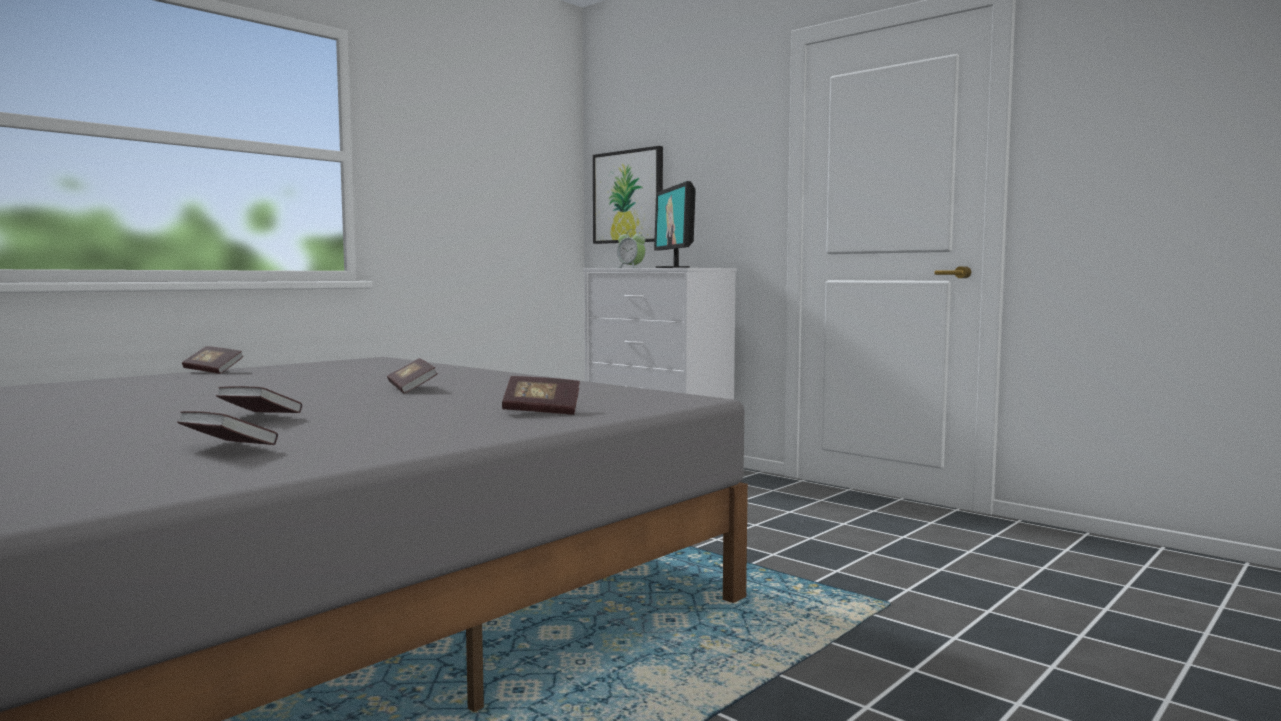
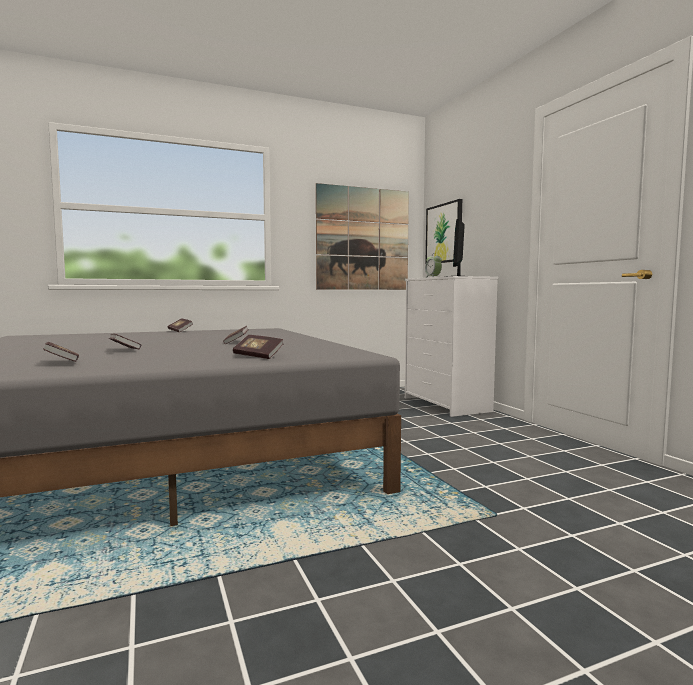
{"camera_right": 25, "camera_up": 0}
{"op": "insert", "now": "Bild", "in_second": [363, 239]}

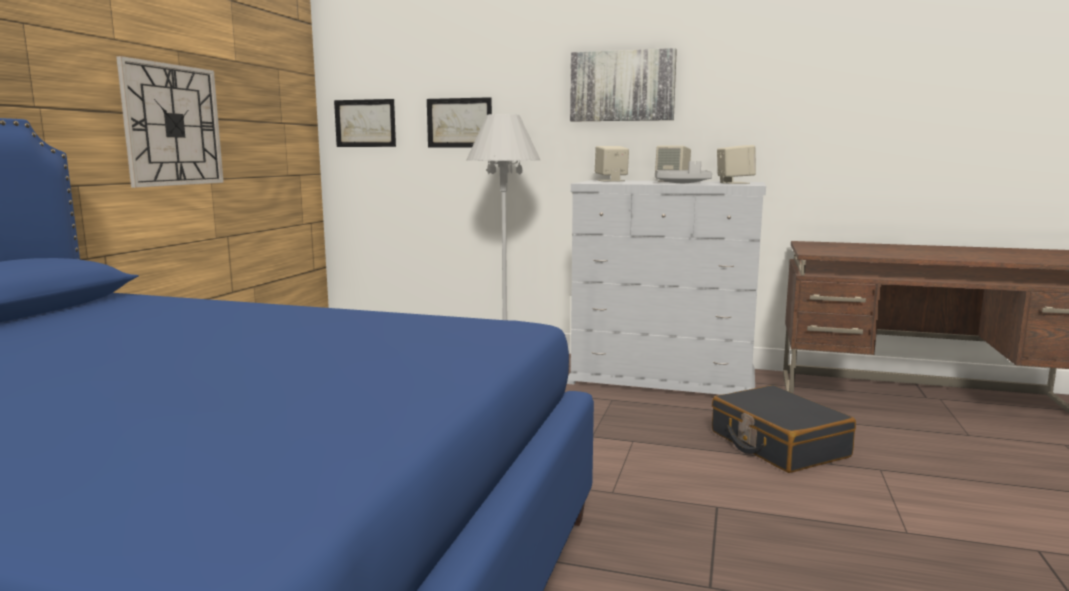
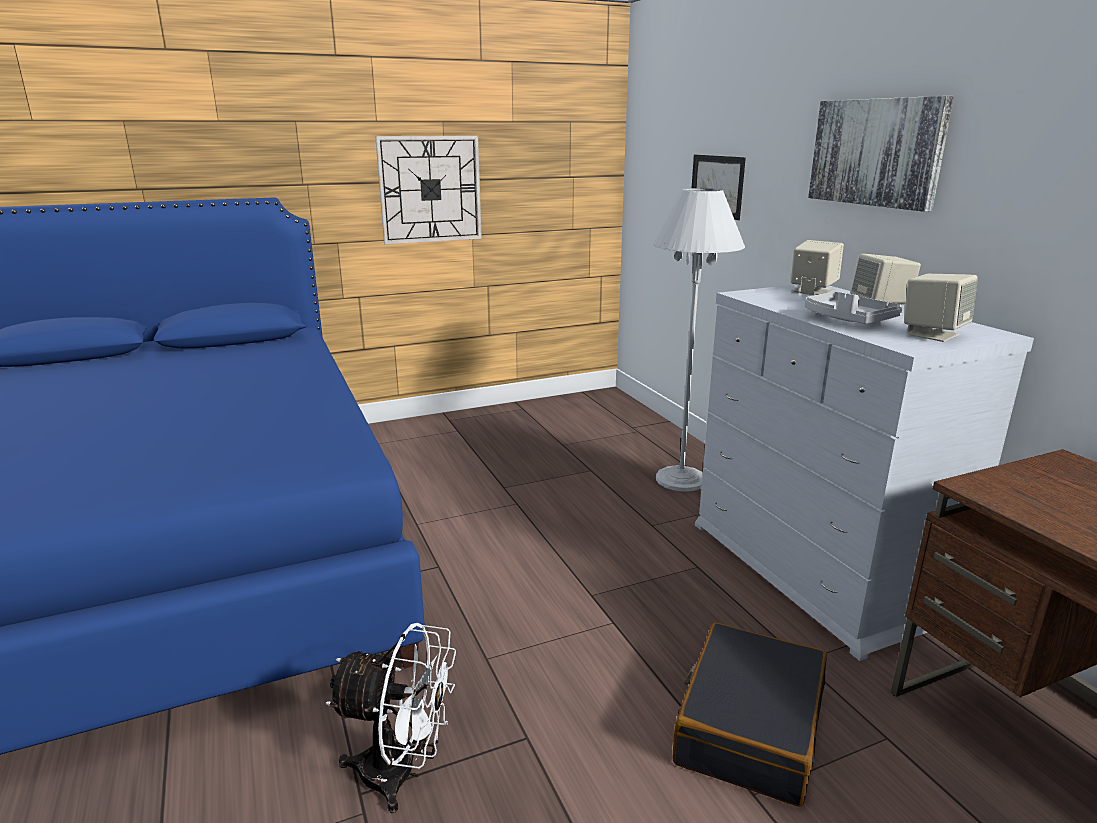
{"camera_right": 50, "camera_up": 10}
{"op": "insert", "now": "Ventilator (weiß)", "in_second": [402, 774]}
{"op": "delete", "was": "Bild", "in_first": [365, 123]}

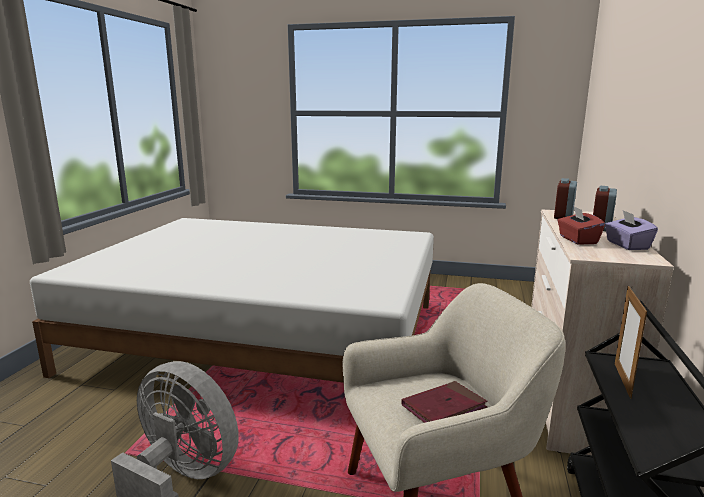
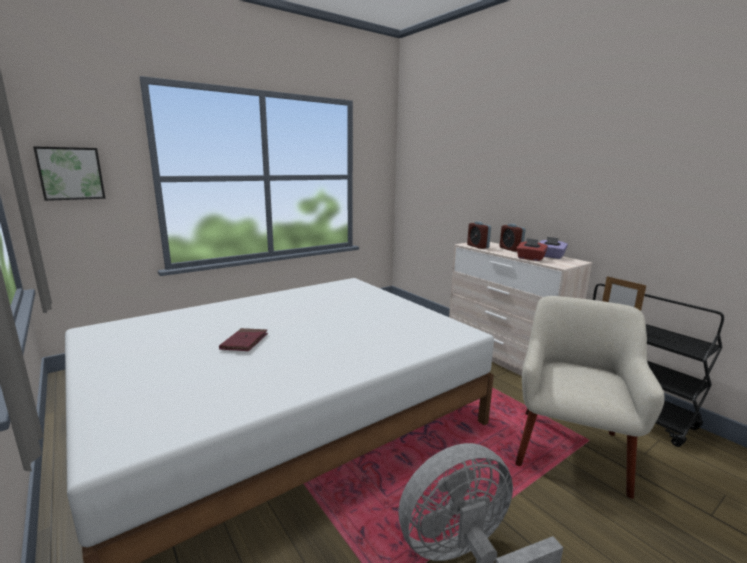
{"camera_right": -50, "camera_up": 0}
{"op": "insert", "now": "Bild", "in_second": [71, 173]}
{"op": "move", "was": "Buch (rot)", "in_first": [444, 407], "in_second": [244, 342]}

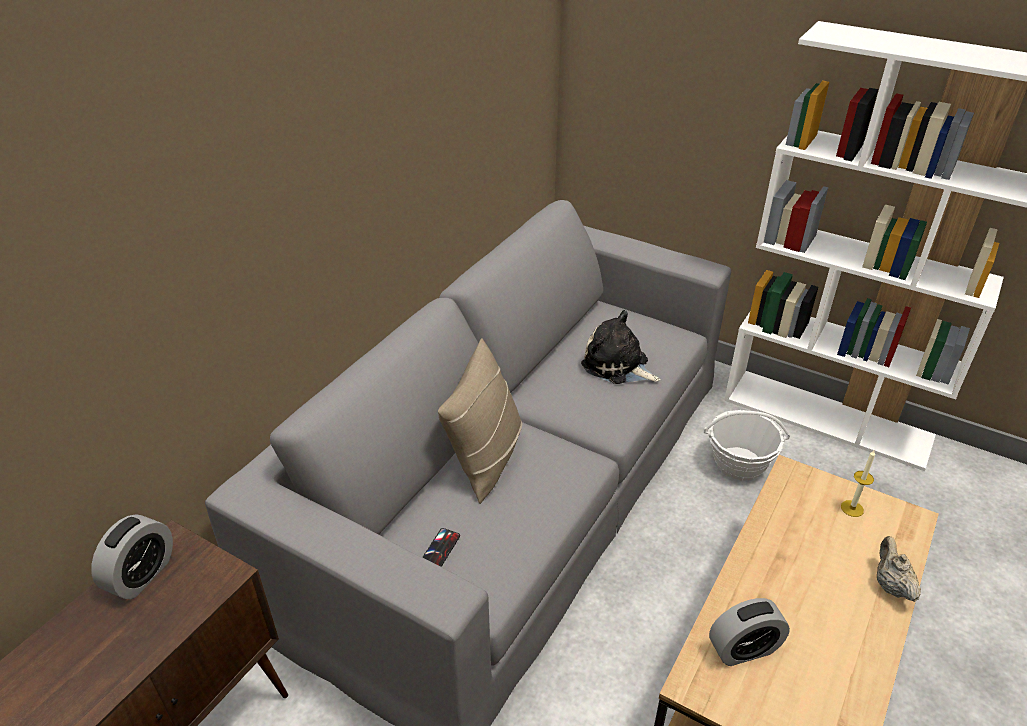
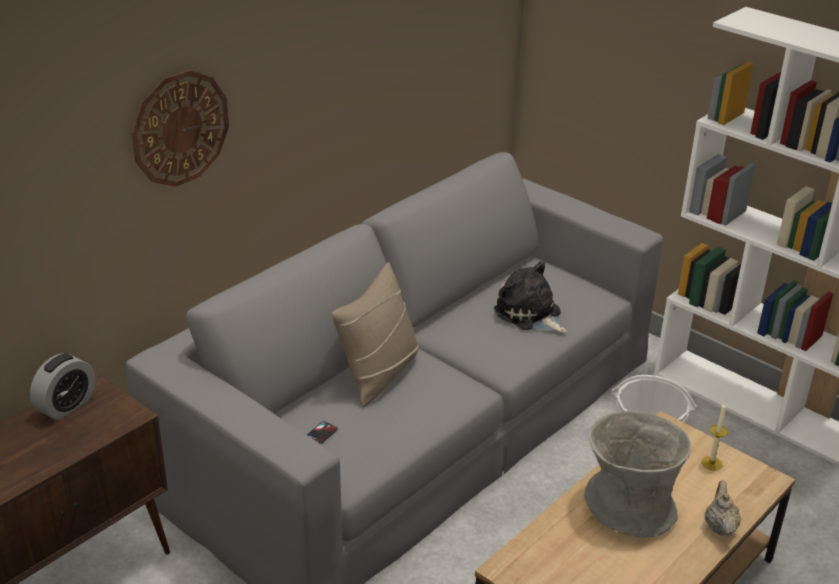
{"camera_right": 10, "camera_up": -5}
{"op": "insert", "now": "Wanduhr", "in_second": [180, 128]}
{"op": "insert", "now": "Vase (grau)", "in_second": [629, 506]}
{"op": "delete", "was": "Wecker", "in_first": [744, 649]}

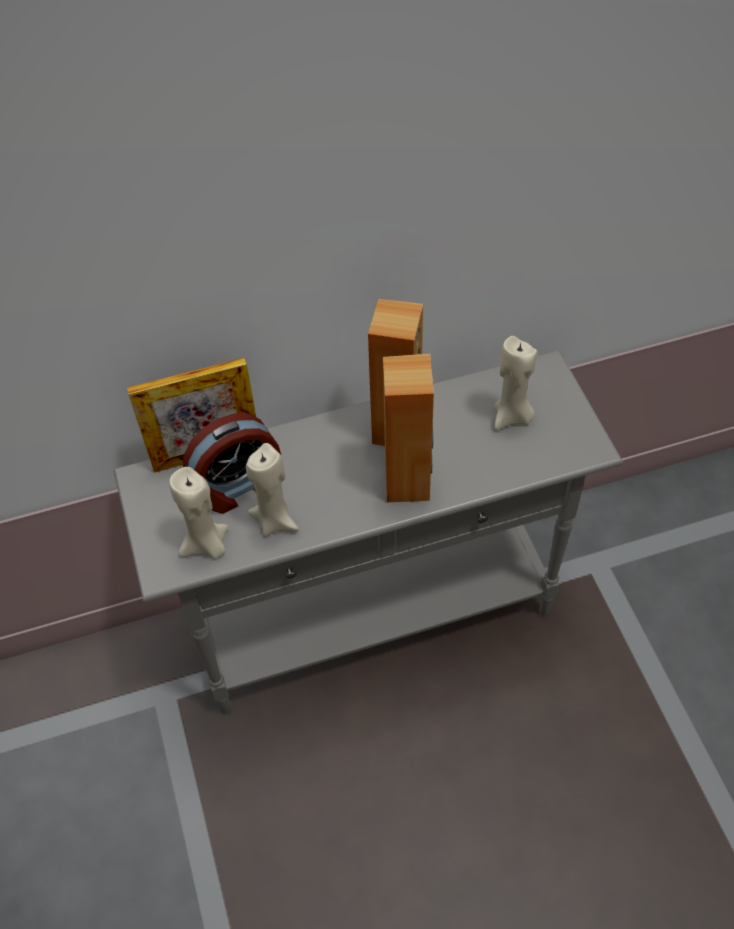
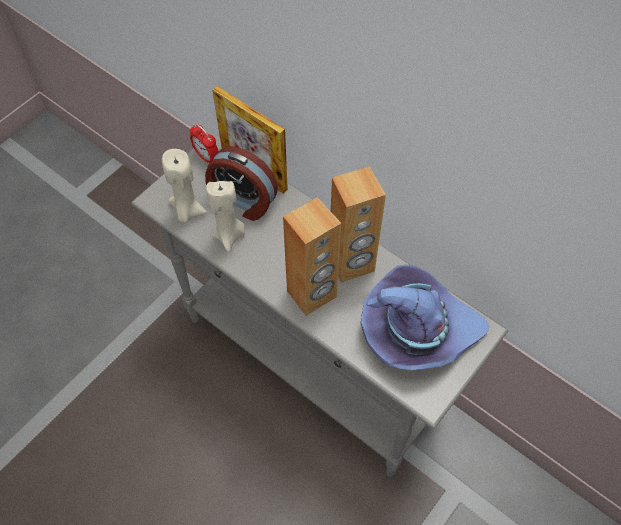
{"camera_right": 55, "camera_up": 5}
{"op": "insert", "now": "Wecker", "in_second": [206, 157]}
{"op": "replace", "was": "Kerze (beige)", "now": "Hut (lila)", "in_first": [512, 417], "in_second": [417, 330]}

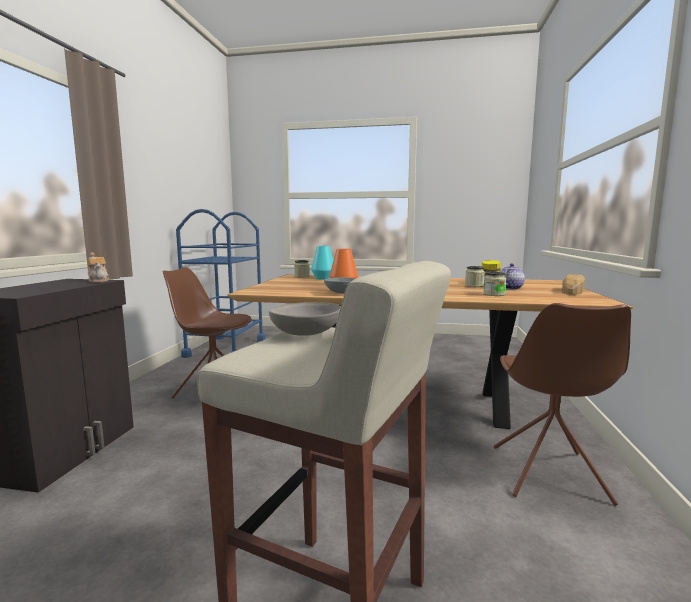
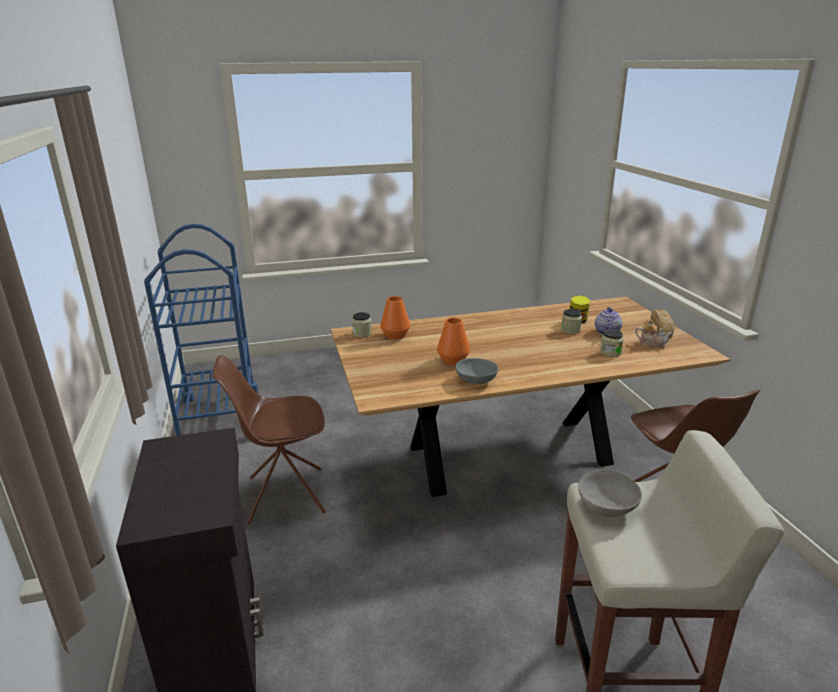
{"camera_right": -25, "camera_up": 15}
{"op": "recolor", "was": "Vase (türkis)", "now": "Vase (orange)", "in_first": [323, 278], "in_second": [395, 336]}
{"op": "move", "was": "Teekanne", "in_first": [99, 281], "in_second": [651, 343]}

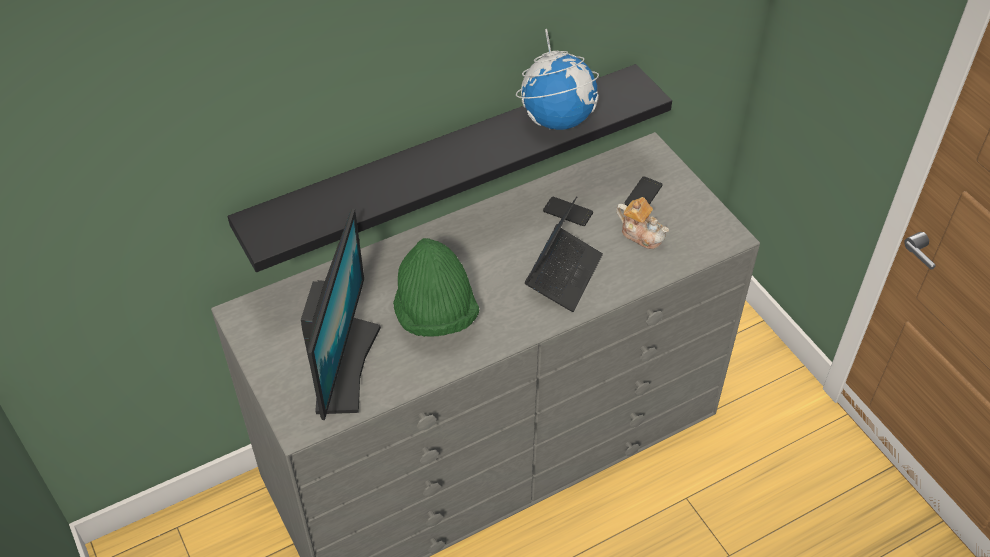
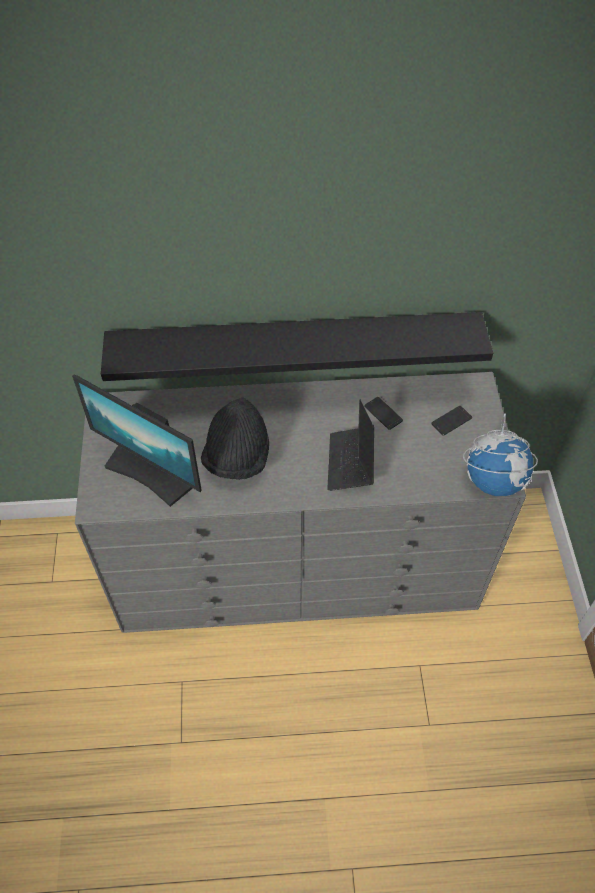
{"camera_right": 25, "camera_up": 5}
{"op": "rotate", "was": "Monitor", "in_first": [343, 366], "in_second": [150, 472], "clockwise": 90}
{"op": "recolor", "was": "Hut (grün)", "now": "Hut (schwarz)", "in_first": [435, 314], "in_second": [237, 457]}
{"op": "rotate", "was": "Laptop", "in_first": [563, 274], "in_second": [350, 463], "clockwise": 135}
{"op": "move", "was": "Globus", "in_first": [557, 119], "in_second": [494, 480]}
{"op": "delete", "was": "Teekanne", "in_first": [641, 234]}

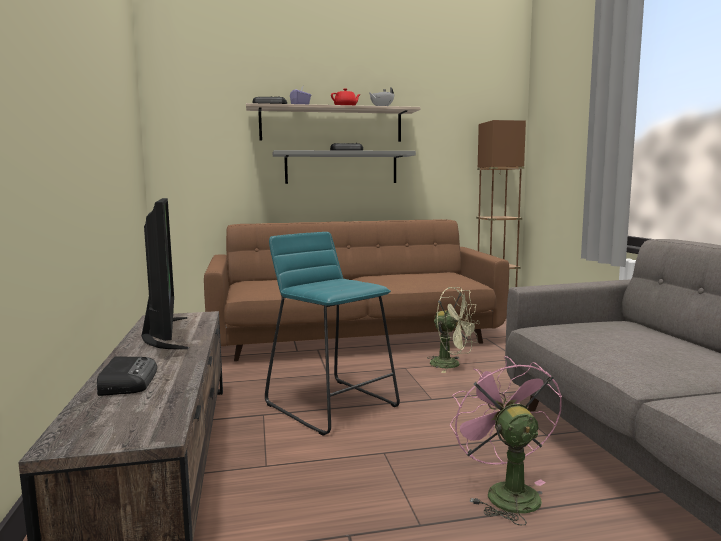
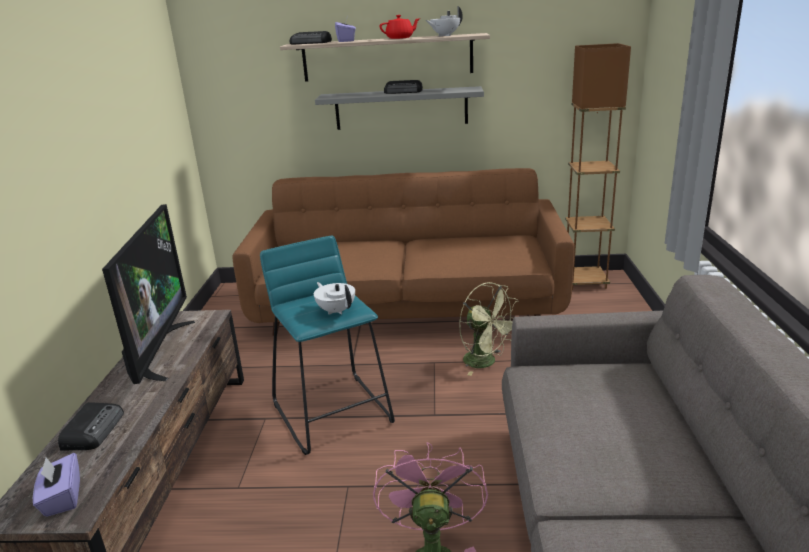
{"camera_right": 15, "camera_up": 15}
{"op": "insert", "now": "Taschentuchbox (lila)", "in_second": [62, 498]}
{"op": "insert", "now": "Teekanne (weiß)", "in_second": [336, 310]}

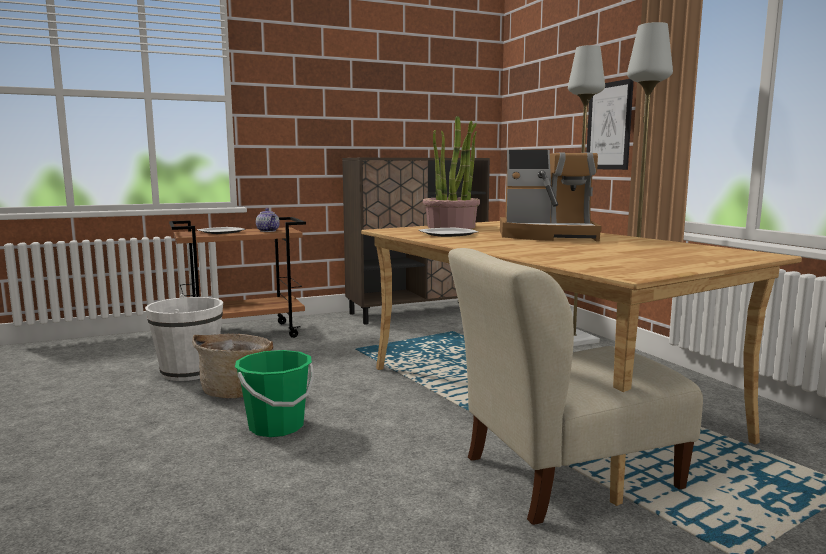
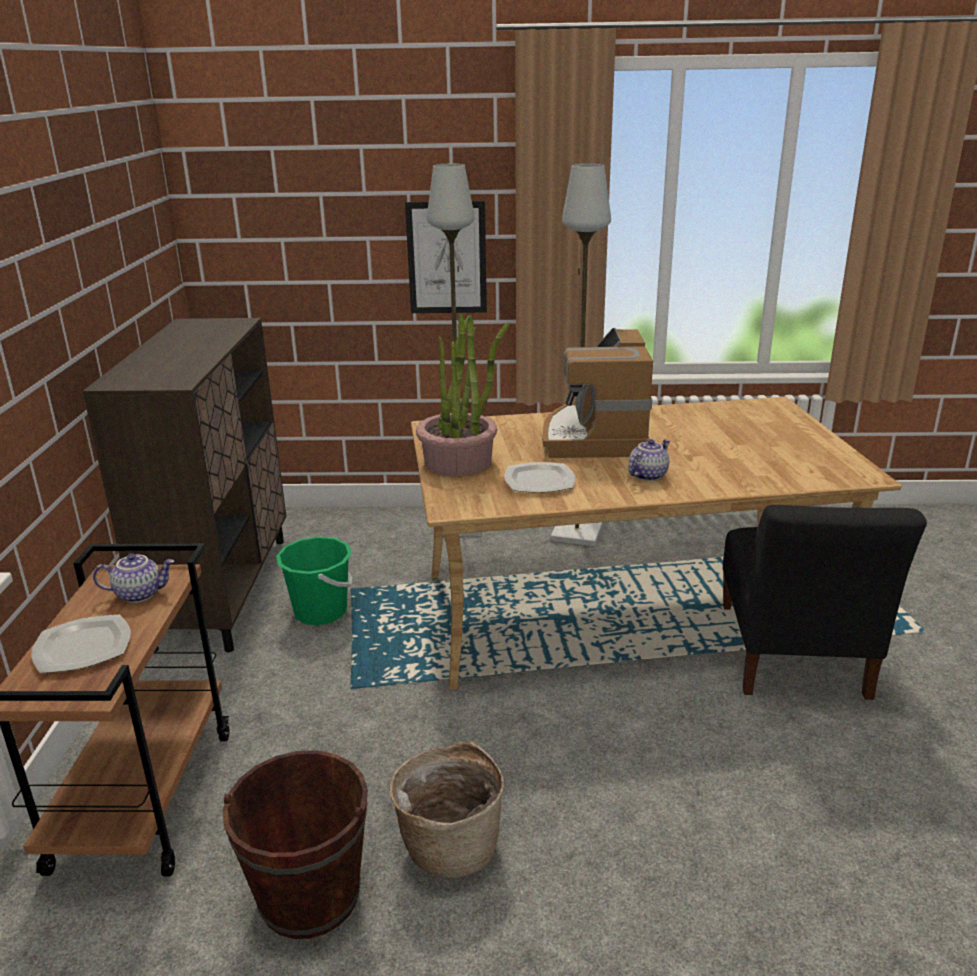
{"camera_right": -65, "camera_up": 15}
{"op": "recolor", "was": "Eimer (weiß)", "now": "Eimer (braun)", "in_first": [189, 371], "in_second": [309, 896]}
{"op": "move", "was": "Eimer (grün)", "in_first": [276, 426], "in_second": [320, 612]}
{"op": "rotate", "was": "Kaffeemaschine", "in_first": [548, 235], "in_second": [595, 437], "clockwise": 150}
{"op": "insert", "now": "Teekanne", "in_second": [647, 475]}
{"op": "recolor", "was": "Stuhl (beige)", "now": "Stuhl (schwarz)", "in_first": [563, 475], "in_second": [792, 655]}

